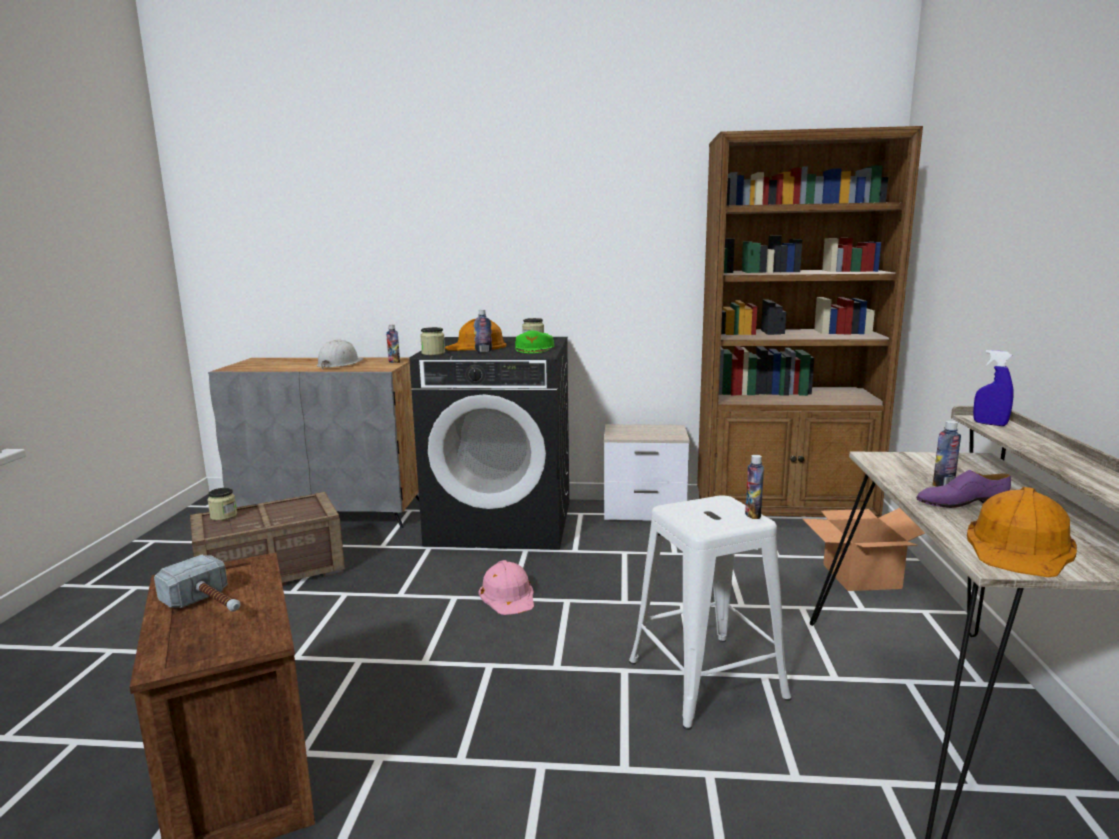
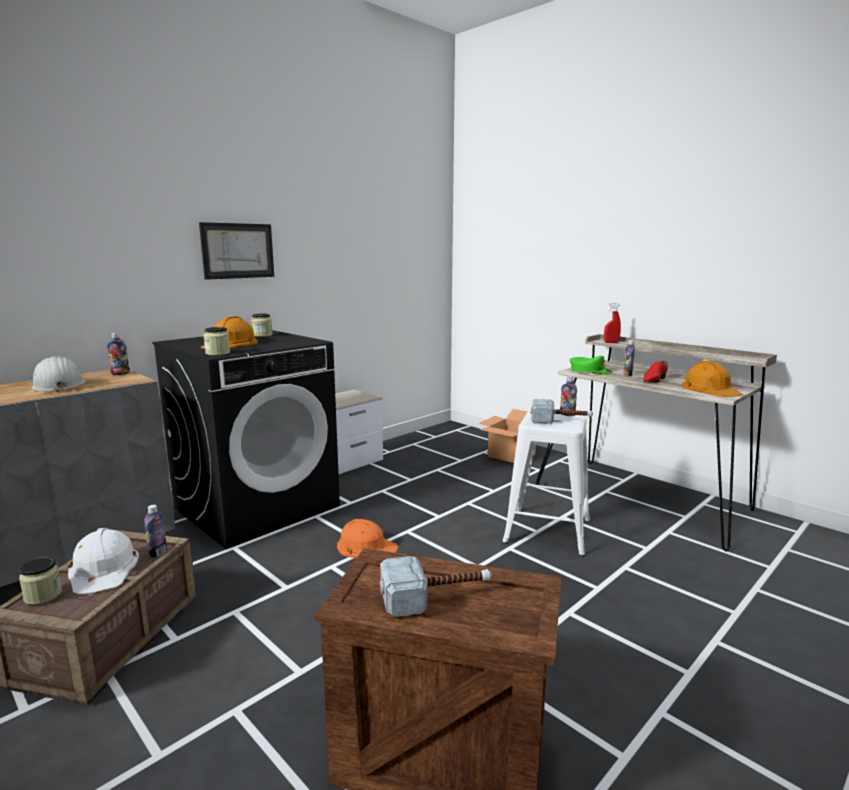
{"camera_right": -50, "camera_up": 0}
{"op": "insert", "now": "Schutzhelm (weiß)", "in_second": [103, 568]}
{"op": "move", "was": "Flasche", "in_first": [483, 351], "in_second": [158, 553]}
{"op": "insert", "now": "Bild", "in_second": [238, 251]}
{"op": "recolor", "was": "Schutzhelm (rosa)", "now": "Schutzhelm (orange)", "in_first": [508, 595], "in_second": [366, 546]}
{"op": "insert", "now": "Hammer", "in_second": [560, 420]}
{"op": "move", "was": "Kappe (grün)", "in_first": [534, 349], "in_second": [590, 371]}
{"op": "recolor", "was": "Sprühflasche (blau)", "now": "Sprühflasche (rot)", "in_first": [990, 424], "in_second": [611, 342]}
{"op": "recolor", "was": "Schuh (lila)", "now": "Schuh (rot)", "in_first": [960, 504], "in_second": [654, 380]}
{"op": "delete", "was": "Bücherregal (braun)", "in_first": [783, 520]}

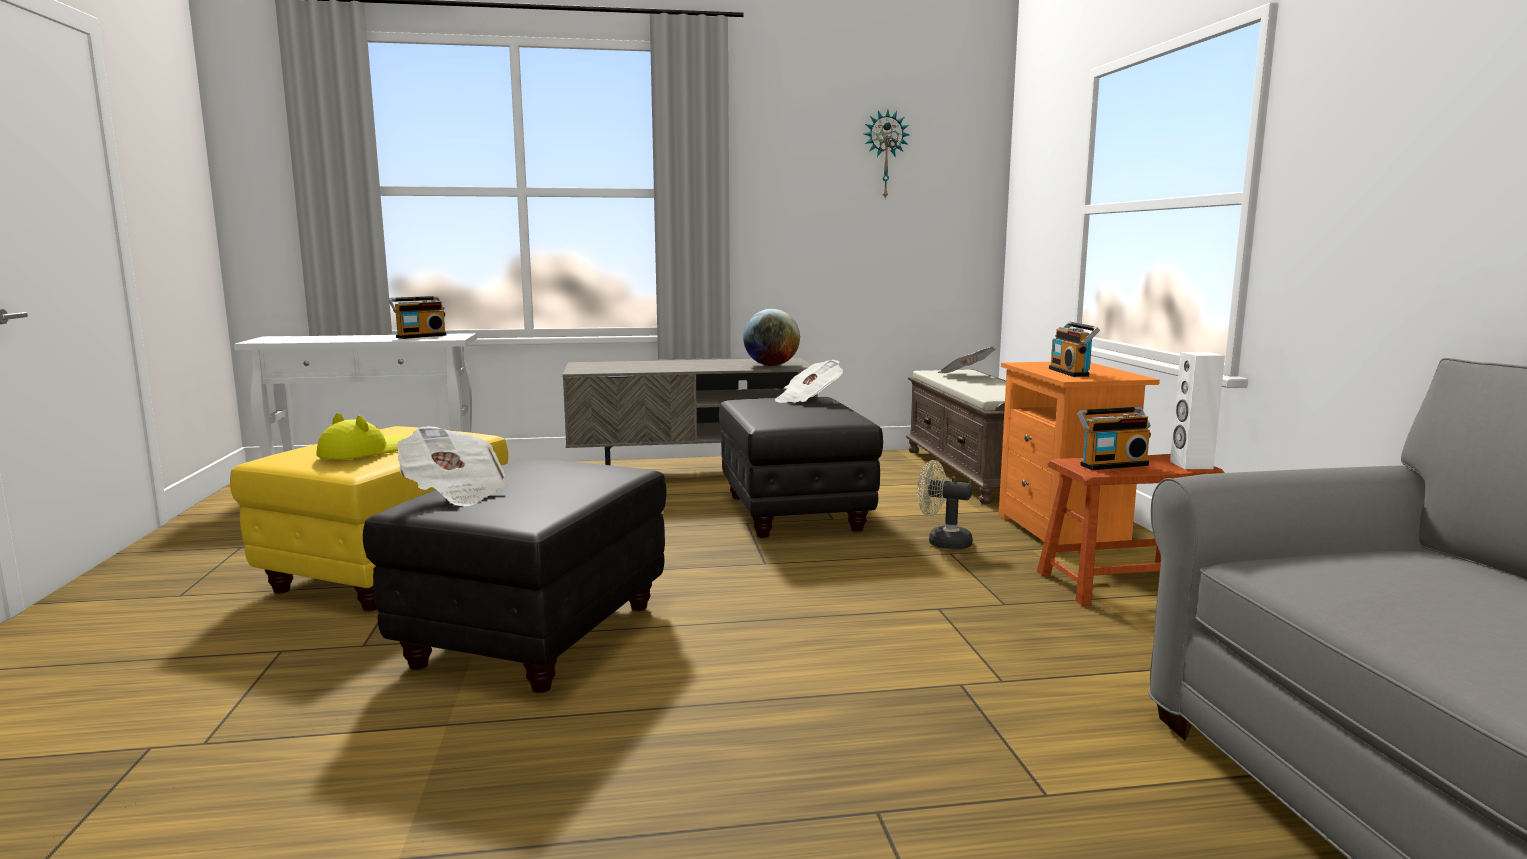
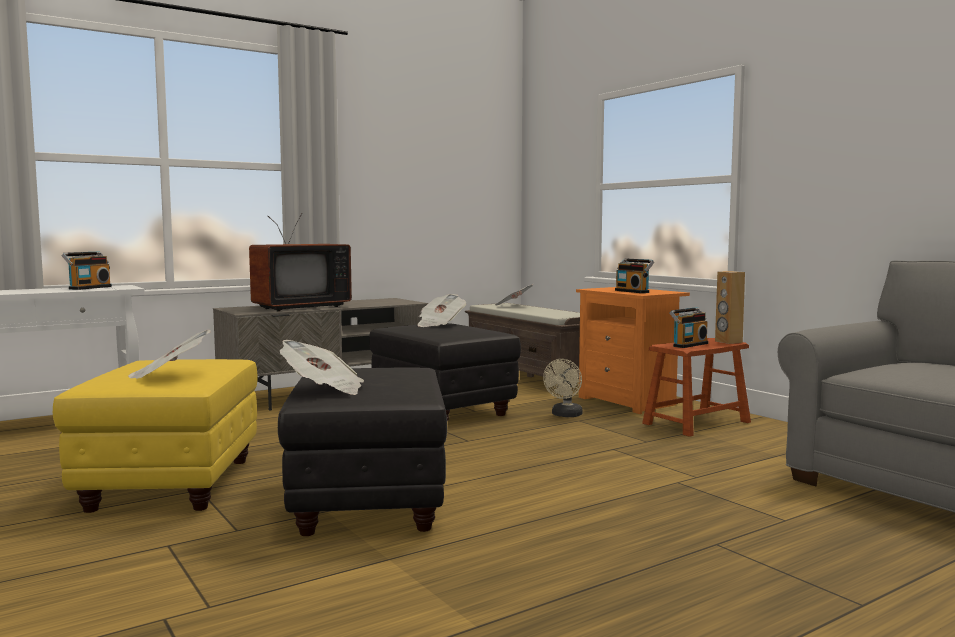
{"camera_right": -25, "camera_up": -5}
{"op": "replace", "was": "Hut (gelb)", "now": "Zeitung", "in_first": [362, 453], "in_second": [169, 376]}
{"op": "insert", "now": "Fernseher", "in_second": [297, 307]}
{"op": "rotate", "was": "Ventilator (beige)", "in_first": [942, 542], "in_second": [565, 415], "clockwise": -60}
{"op": "recolor", "was": "Lautsprecher (weiß)", "now": "Lautsprecher (braun)", "in_first": [1190, 465], "in_second": [728, 342]}
{"op": "delete", "was": "Globus", "in_first": [771, 365]}
{"op": "delete", "was": "Wanduhr", "in_first": [885, 155]}

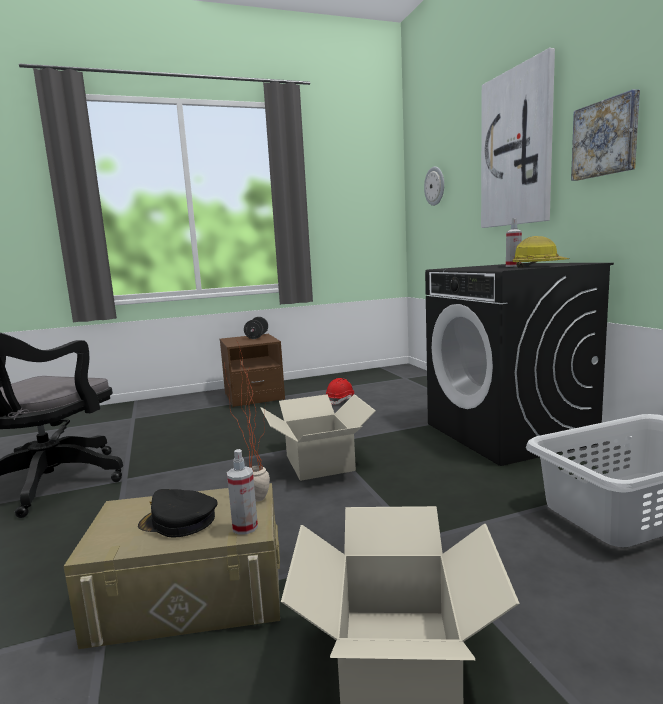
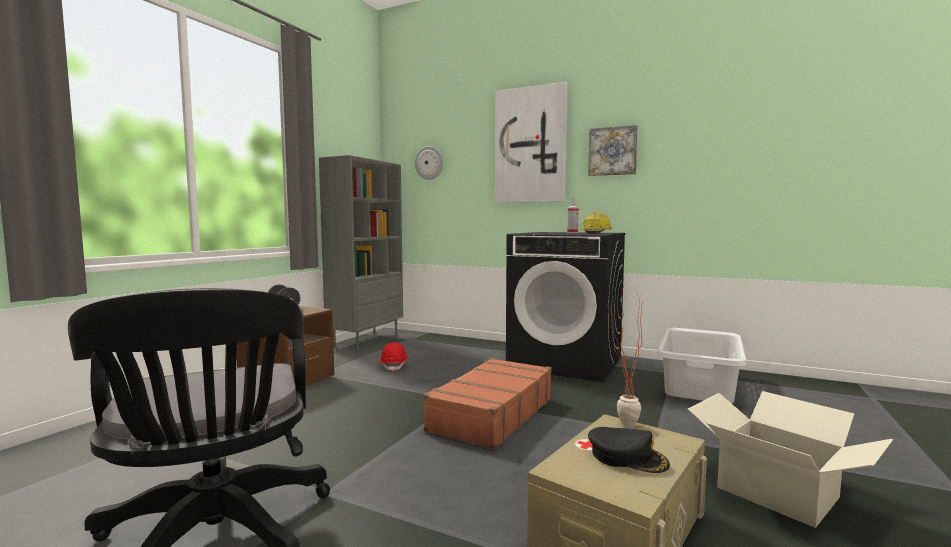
{"camera_right": -45, "camera_up": -5}
{"op": "insert", "now": "Bücherregal (grau)", "in_second": [366, 341]}
{"op": "replace", "was": "Karton", "now": "Koffer (braun)", "in_first": [319, 463], "in_second": [491, 414]}
{"op": "rotate", "was": "Kappe (schwarz)", "in_first": [178, 521], "in_second": [627, 457], "clockwise": -120}
{"op": "delete", "was": "Sprühflasche", "in_first": [245, 527]}

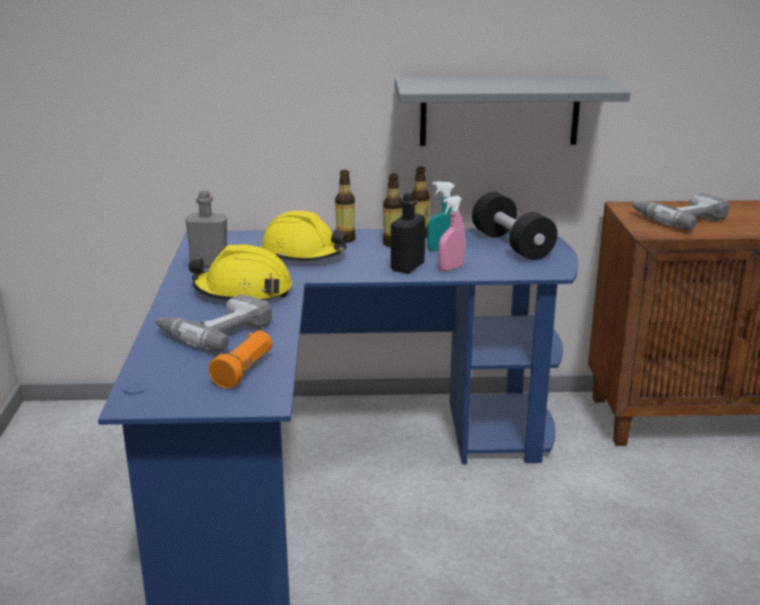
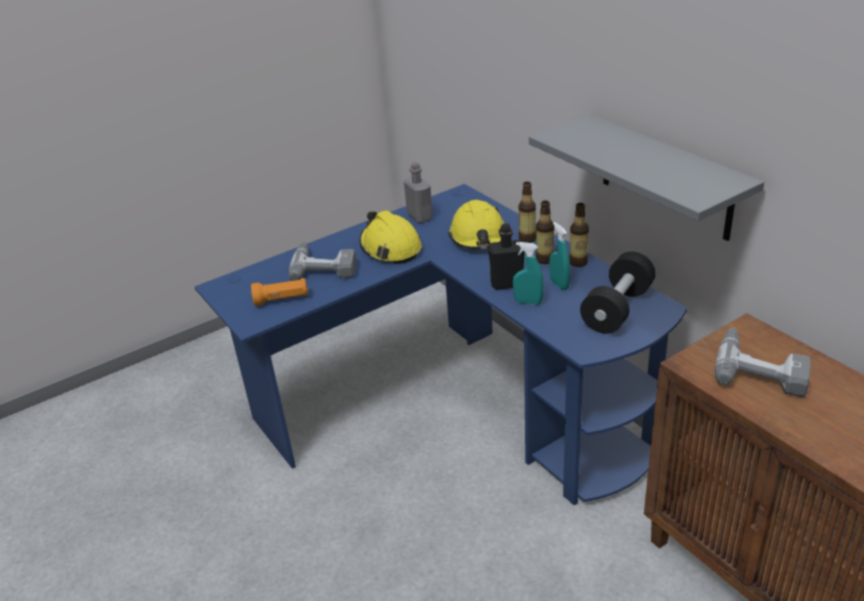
{"camera_right": 60, "camera_up": 10}
{"op": "recolor", "was": "Sprühflasche (rosa)", "now": "Sprühflasche (türkis)", "in_first": [451, 268], "in_second": [528, 302]}

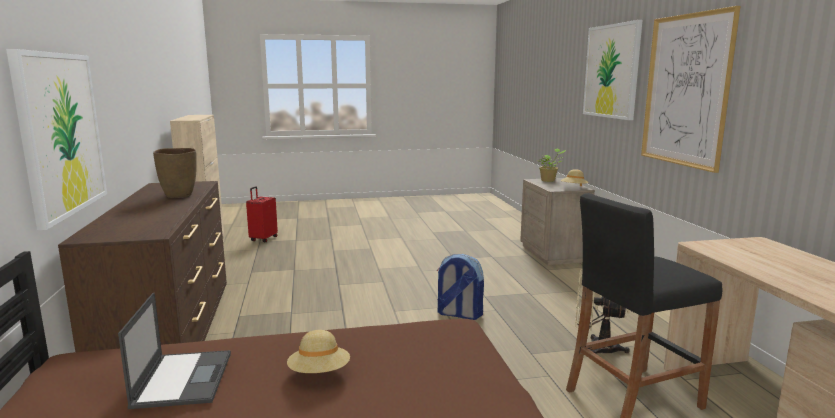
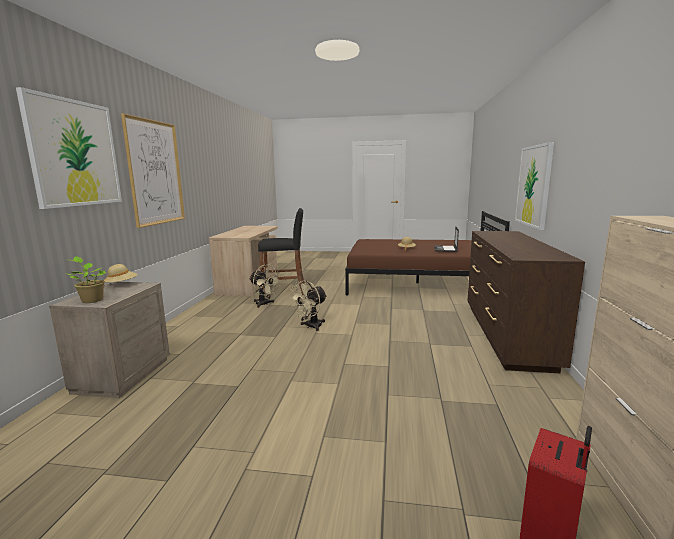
{"camera_right": -160, "camera_up": 0}
{"op": "replace", "was": "Rucksack", "now": "Ventilator (beige)", "in_first": [458, 314], "in_second": [310, 326]}
{"op": "delete", "was": "Vase (braun)", "in_first": [179, 195]}

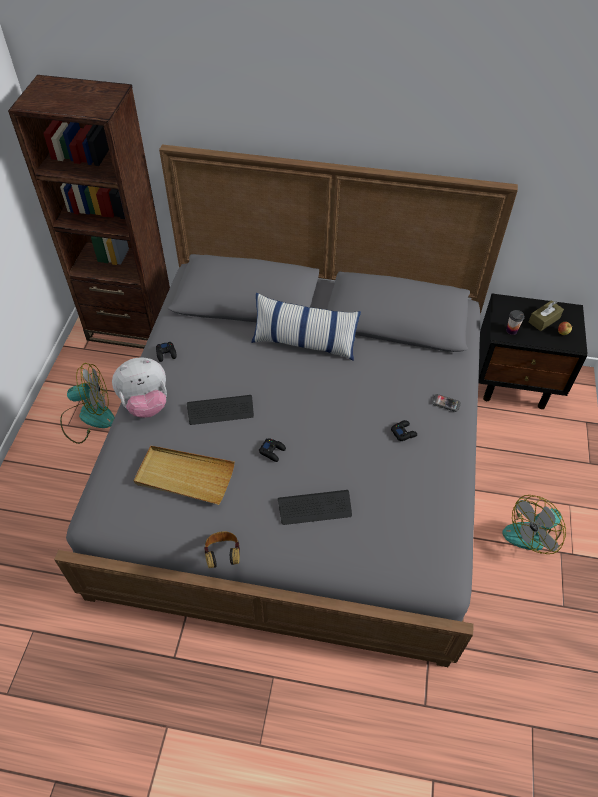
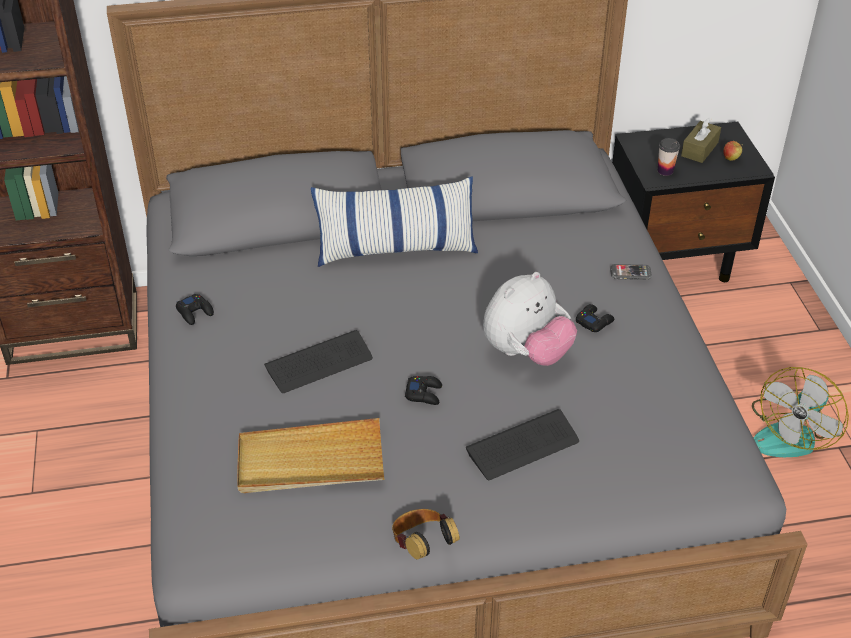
{"camera_right": -20, "camera_up": -10}
{"op": "move", "was": "Plüschtier", "in_first": [146, 404], "in_second": [526, 353]}
{"op": "delete", "was": "Ventilator", "in_first": [88, 417]}

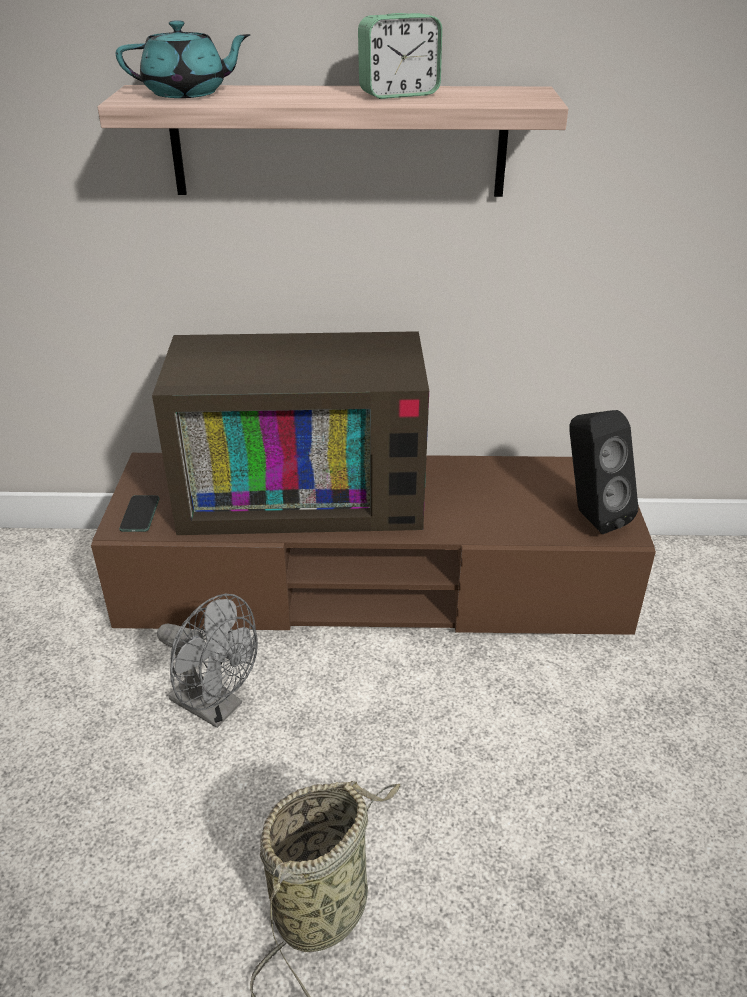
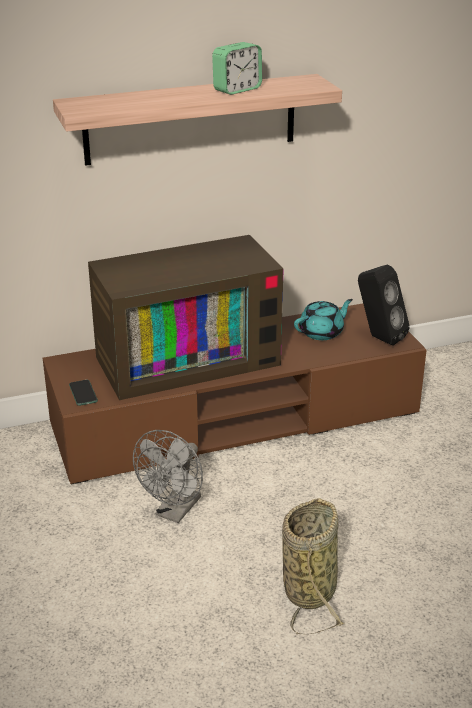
{"camera_right": -20, "camera_up": -5}
{"op": "rotate", "was": "Ventilator (grau)", "in_first": [215, 707], "in_second": [175, 512], "clockwise": 105}
{"op": "move", "was": "Teekanne (türkis)", "in_first": [187, 93], "in_second": [322, 332]}

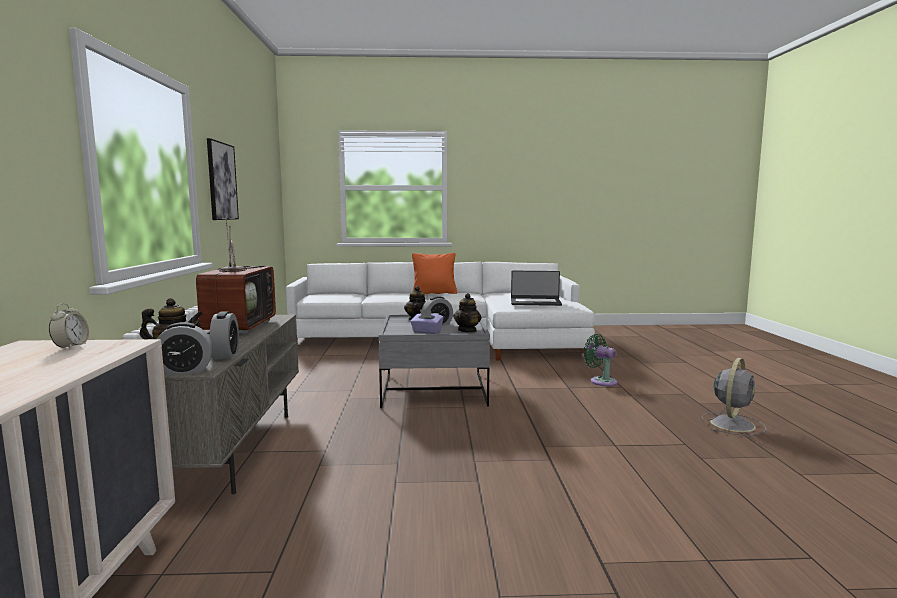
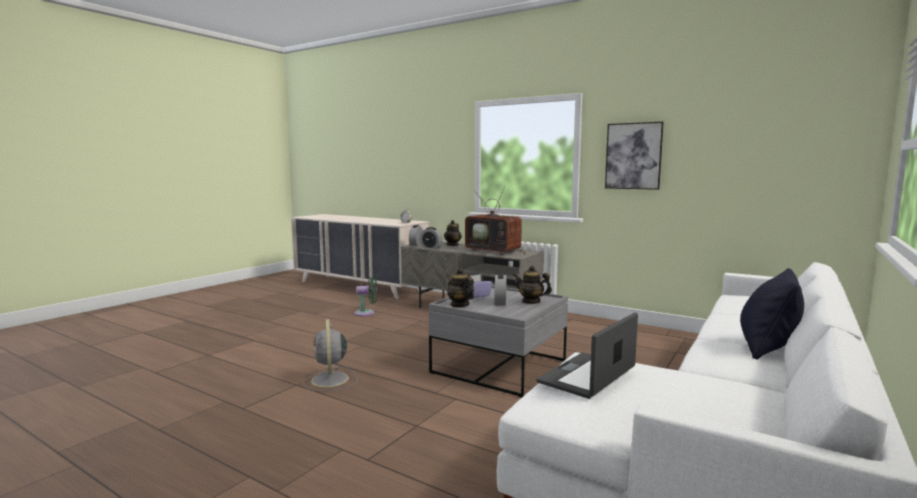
{"camera_right": 125, "camera_up": 0}
{"op": "move", "was": "Ventilator (grau)", "in_first": [733, 423], "in_second": [330, 380]}
{"op": "move", "was": "Ventilator (grün)", "in_first": [601, 381], "in_second": [366, 313]}
{"op": "recolor", "was": "Kissen (orange)", "now": "Kissen (schwarz)", "in_first": [434, 293], "in_second": [767, 348]}

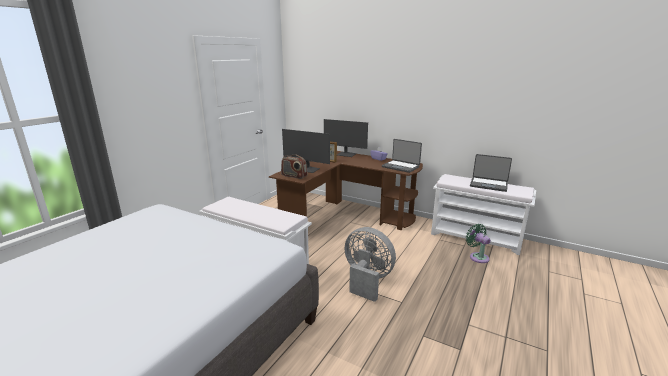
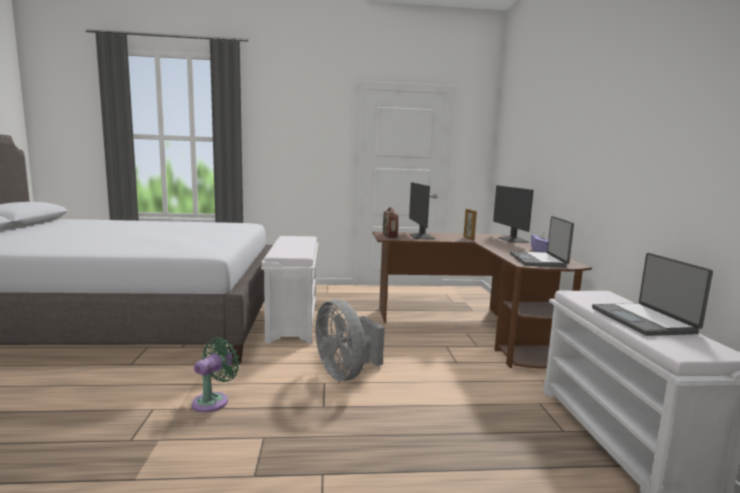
{"camera_right": 55, "camera_up": -10}
{"op": "move", "was": "Ventilator (grün)", "in_first": [477, 257], "in_second": [213, 401]}
{"op": "rotate", "was": "Ventilator (grau)", "in_first": [367, 280], "in_second": [345, 373], "clockwise": 150}

